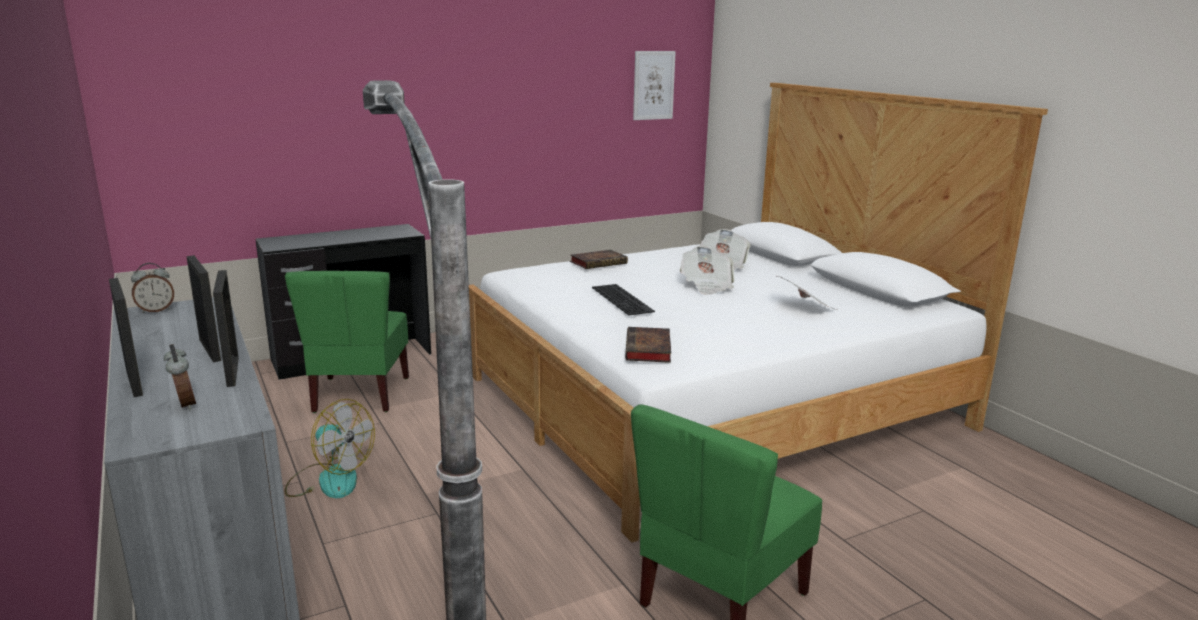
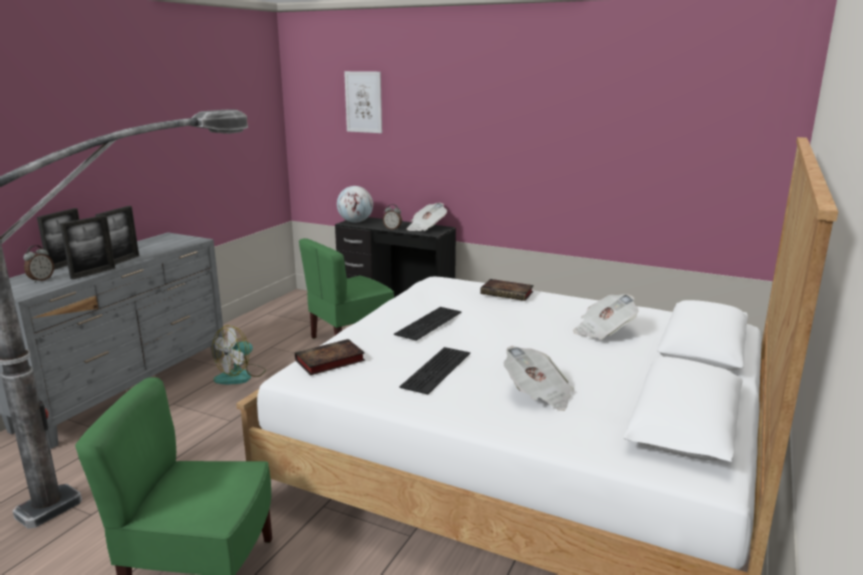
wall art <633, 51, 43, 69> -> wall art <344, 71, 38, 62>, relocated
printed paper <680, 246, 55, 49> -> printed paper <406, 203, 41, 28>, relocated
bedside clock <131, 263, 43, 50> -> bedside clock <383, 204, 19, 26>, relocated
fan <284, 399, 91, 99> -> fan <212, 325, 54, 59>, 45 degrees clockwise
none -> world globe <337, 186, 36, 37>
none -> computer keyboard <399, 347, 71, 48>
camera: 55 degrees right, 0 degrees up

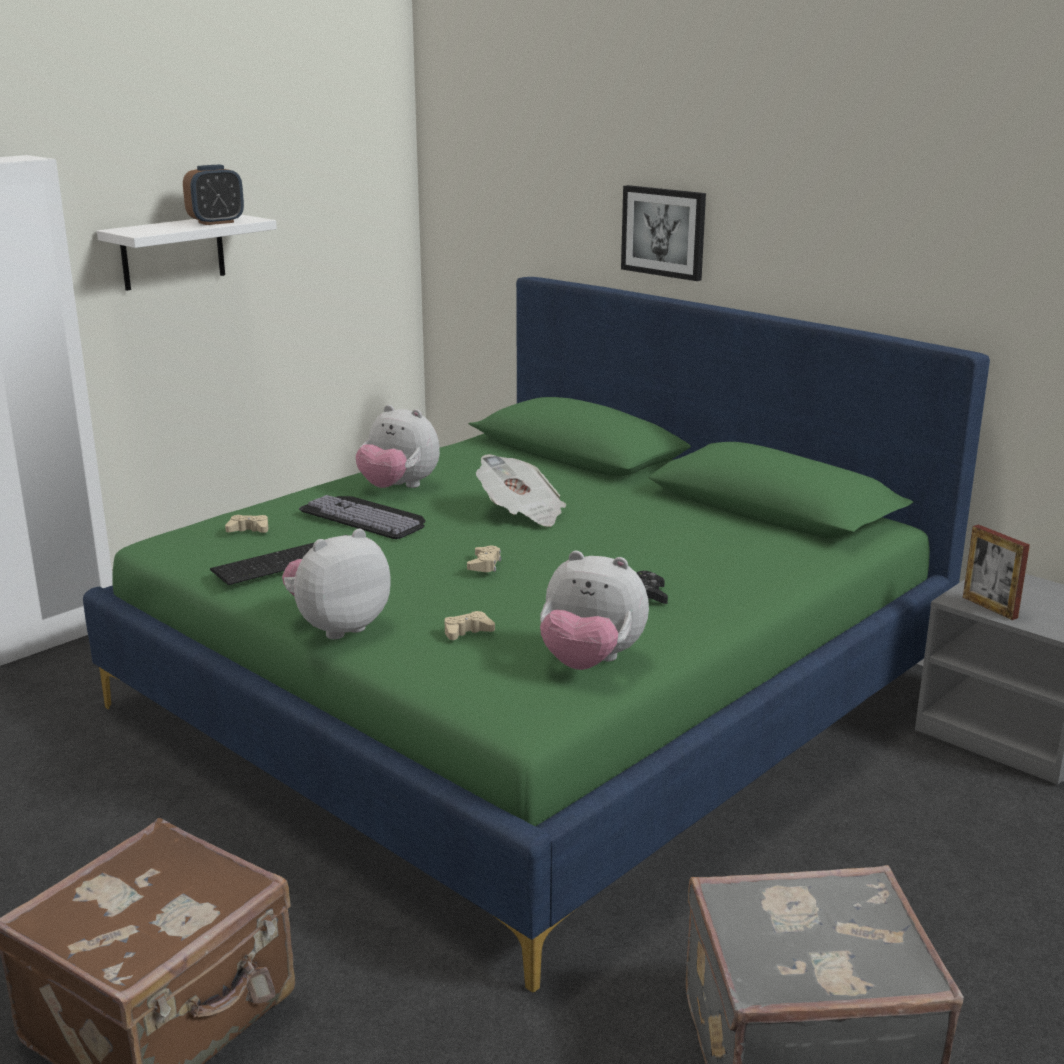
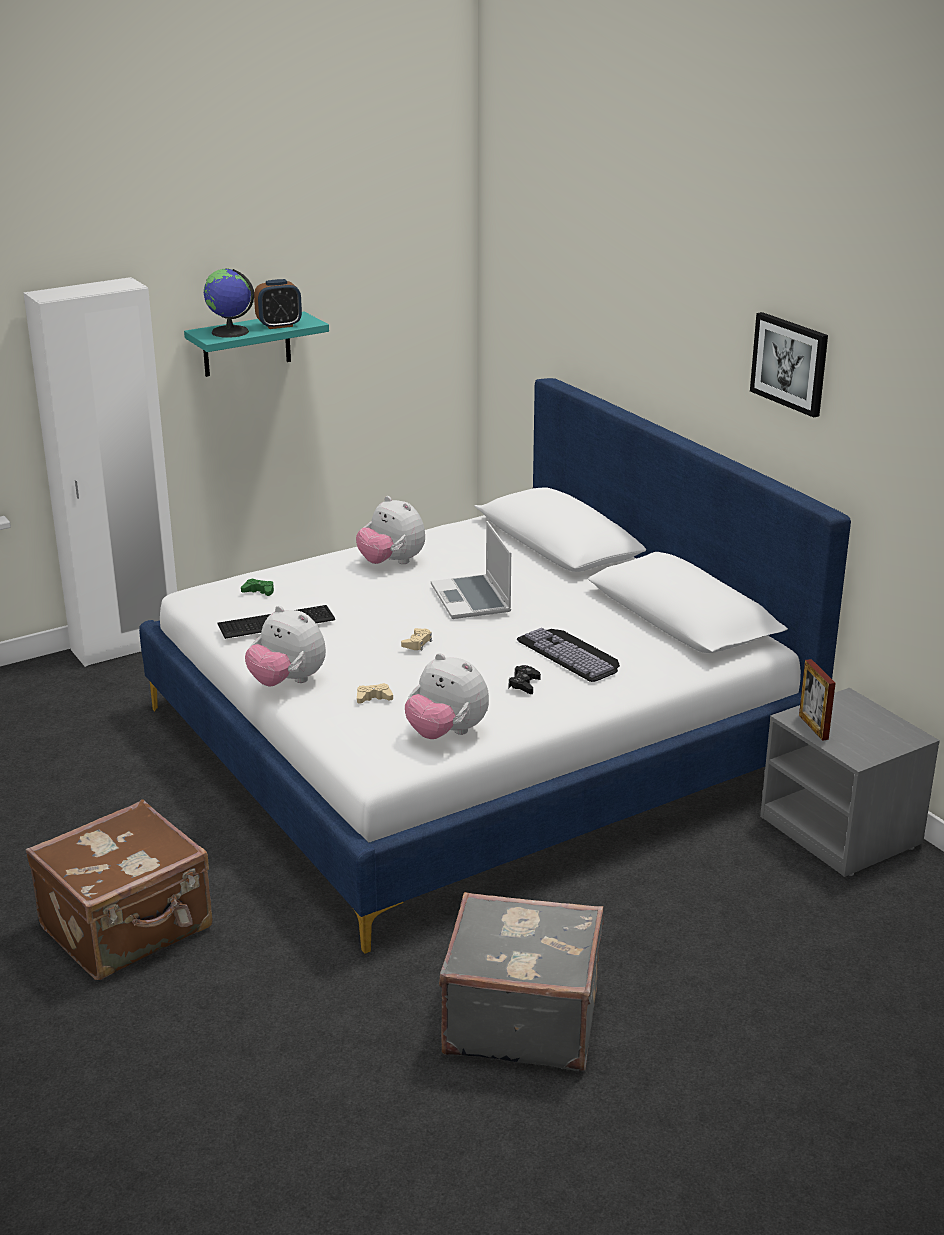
wall art <621, 185, 85, 96> -> wall art <750, 312, 78, 106>, relocated
shelf (whitish) <97, 215, 180, 76> -> shelf (blue-green) <184, 311, 145, 66>
sleeping bed (greenish) <83, 277, 907, 715> -> sleeping bed (whitish) <139, 378, 712, 576>
printed paper <476, 454, 91, 73> -> notebook computer <431, 521, 80, 98>
computer keyboard <299, 495, 127, 44> -> computer keyboard <517, 628, 103, 54>, relocated
game controller (sand-coloured) <225, 515, 43, 18> -> game controller (greenish) <241, 579, 33, 17>
soft toy <282, 529, 109, 110> -> soft toy <245, 606, 81, 81>, 120 degrees counterclockwise
none -> world globe <204, 269, 50, 69>
camera: 15 degrees right, 5 degrees up

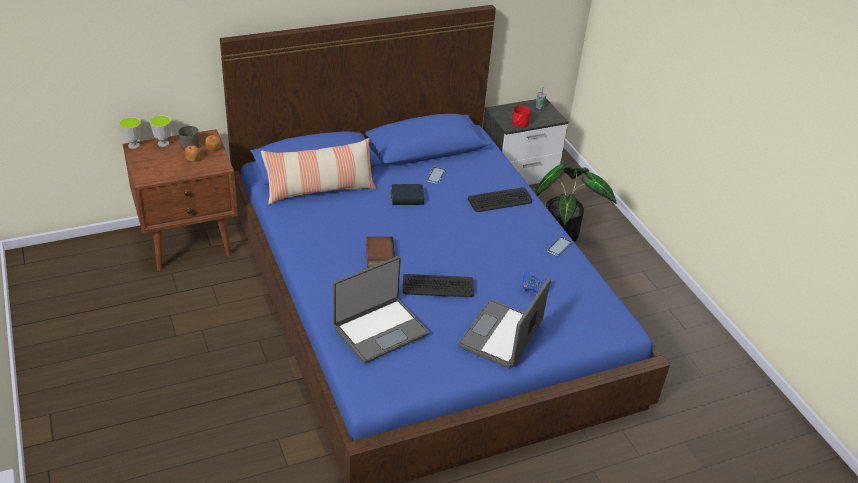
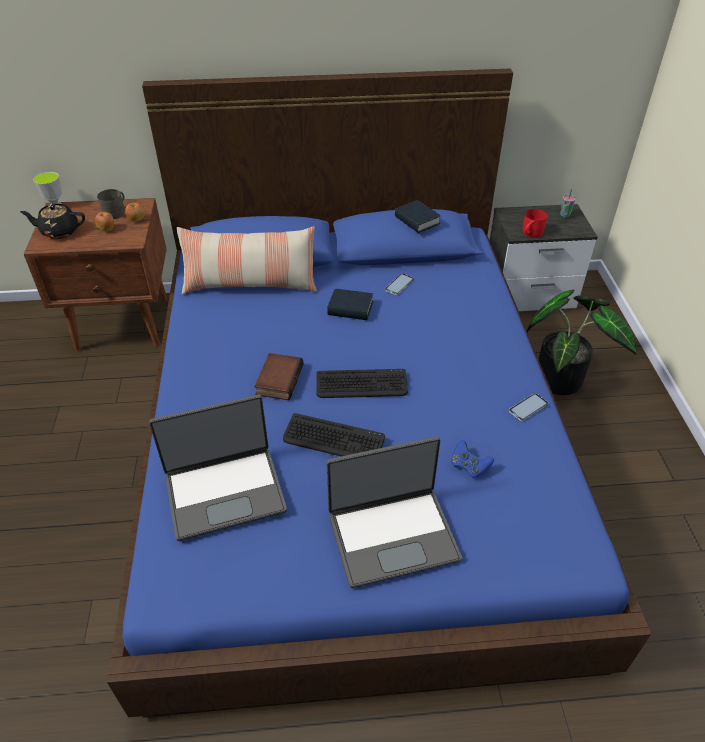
cup <150, 115, 21, 32> -> none
computer keyboard <468, 187, 64, 25> -> computer keyboard <316, 369, 92, 29>, relocated
notebook computer <458, 278, 92, 90> -> notebook computer <326, 436, 136, 152>, 150 degrees counterclockwise
none -> volume <394, 200, 47, 33>
none -> tea pot (blackish) <20, 204, 65, 35>
camera: 20 degrees right, 5 degrees up

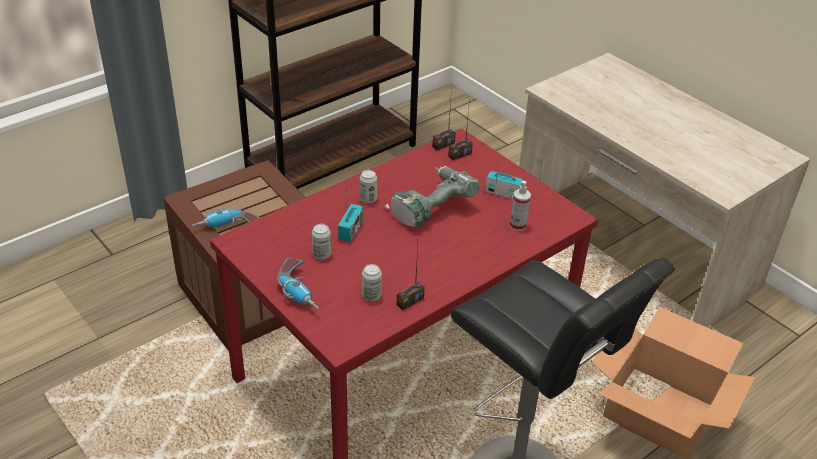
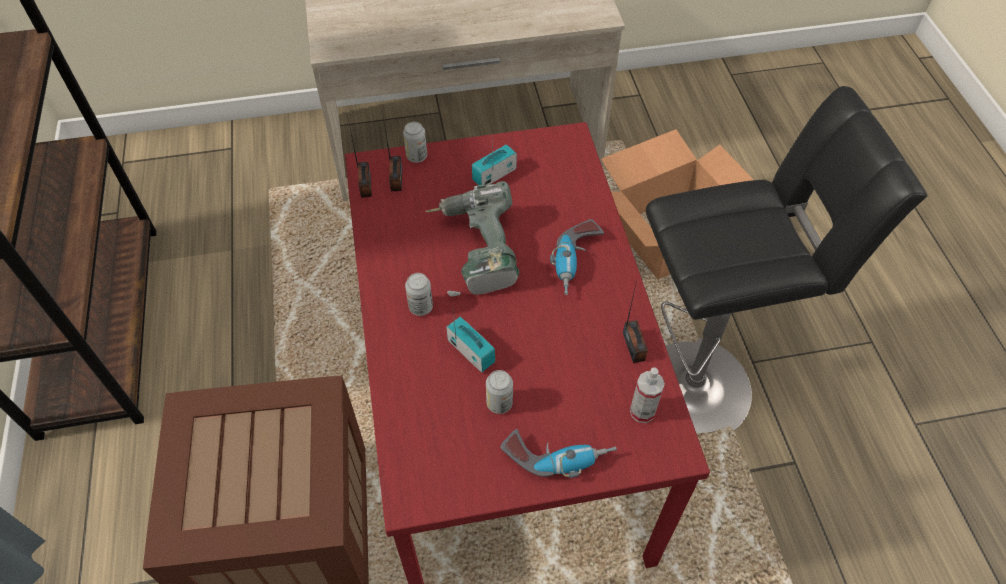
spray bottle <510, 181, 21, 50> -> spray bottle <630, 367, 35, 56>, relocated
electric drill <192, 209, 68, 18> -> electric drill <550, 219, 54, 76>, relocated
metal can <362, 264, 20, 37> -> metal can <403, 122, 24, 41>, relocated
camera: 60 degrees left, 15 degrees up

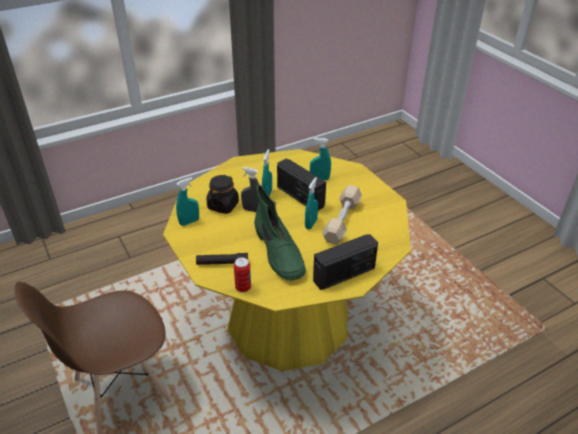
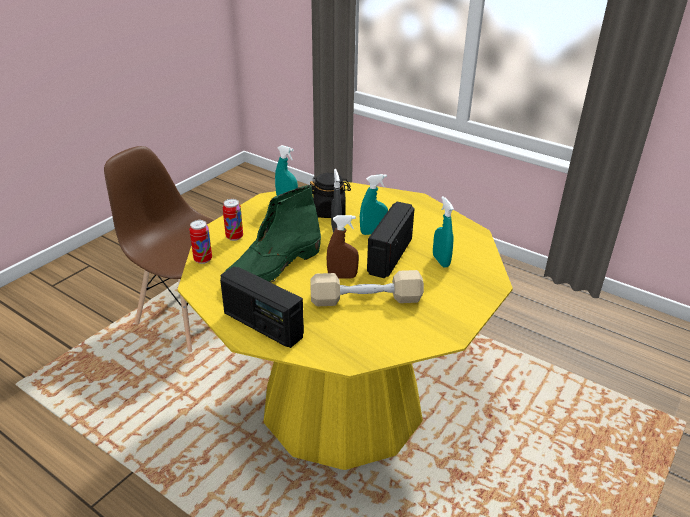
spray bottle (blue-green) <305, 177, 13, 52> -> spray bottle (brown-coloured) <327, 215, 32, 64>
flashlight (blackish) <196, 253, 52, 12> -> metal can <223, 199, 20, 42>
camera: 65 degrees right, 5 degrees down

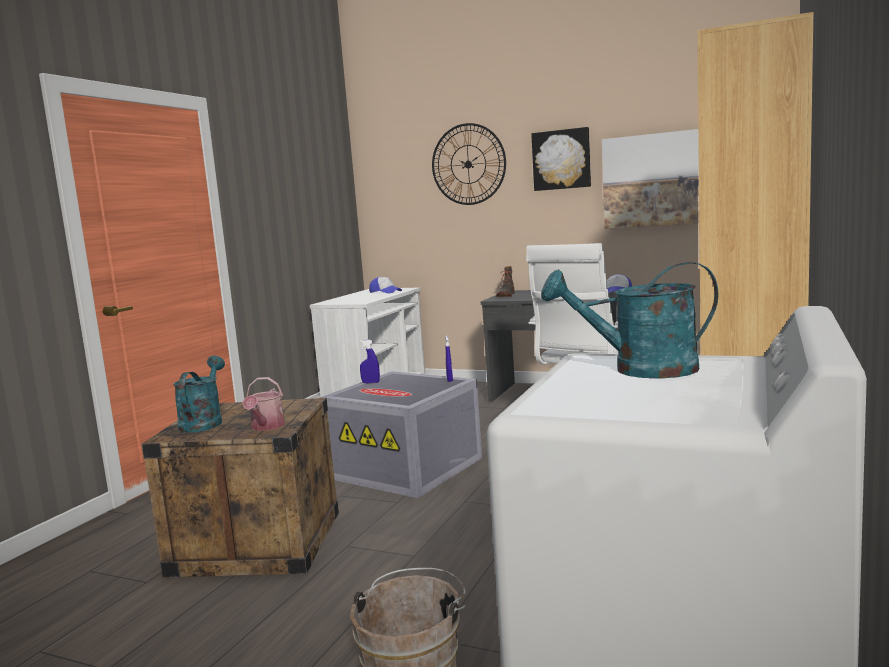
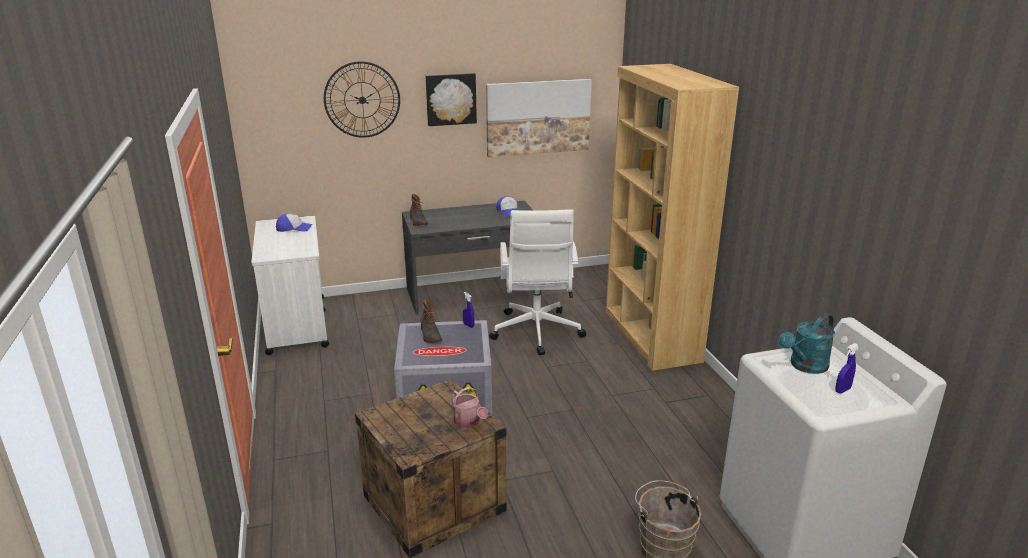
spray bottle (blue) <360, 340, 20, 43> -> spray bottle (blue) <835, 343, 23, 51>, relocated
sprinkling can (blue-green) <173, 356, 52, 77> -> none
none -> boot <420, 299, 22, 44>
camera: 40 degrees left, 15 degrees up

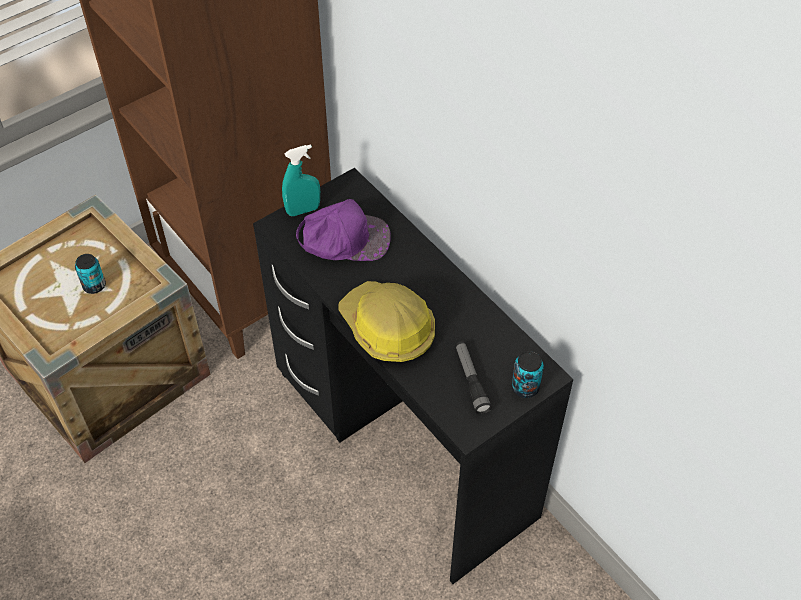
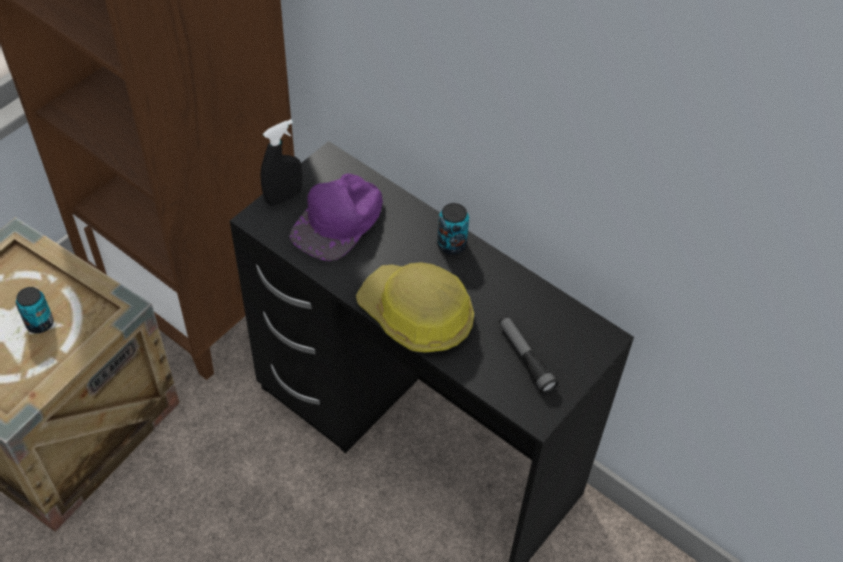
spray bottle (blue-green) <282, 144, 38, 72> -> spray bottle (blackish) <260, 119, 42, 87>
peaked cap (purple) <296, 199, 94, 62> -> peaked cap (purple) <290, 173, 93, 88>, 135 degrees clockwise
metal can <512, 351, 32, 47> -> metal can <437, 203, 32, 52>, relocated
camera: 15 degrees left, 0 degrees up

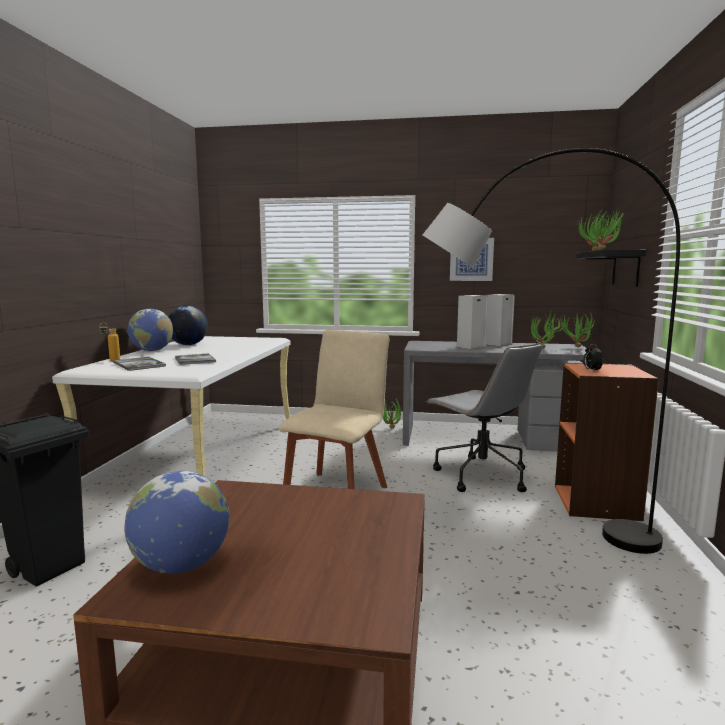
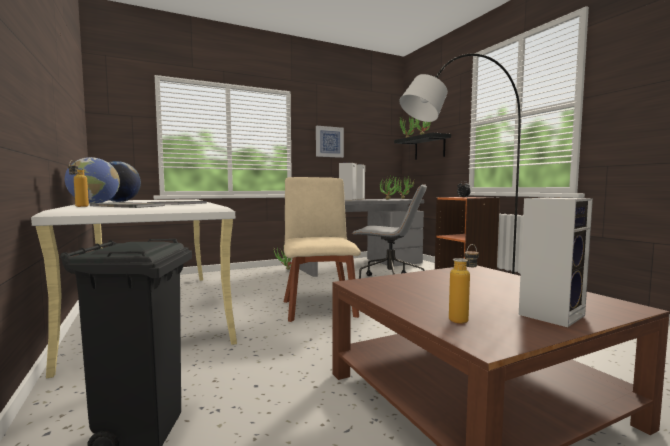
world globe <124, 471, 105, 103> -> drink bottle <449, 244, 30, 80>
none -> loudspeaker <519, 198, 74, 129>
camera: 35 degrees left, 5 degrees down

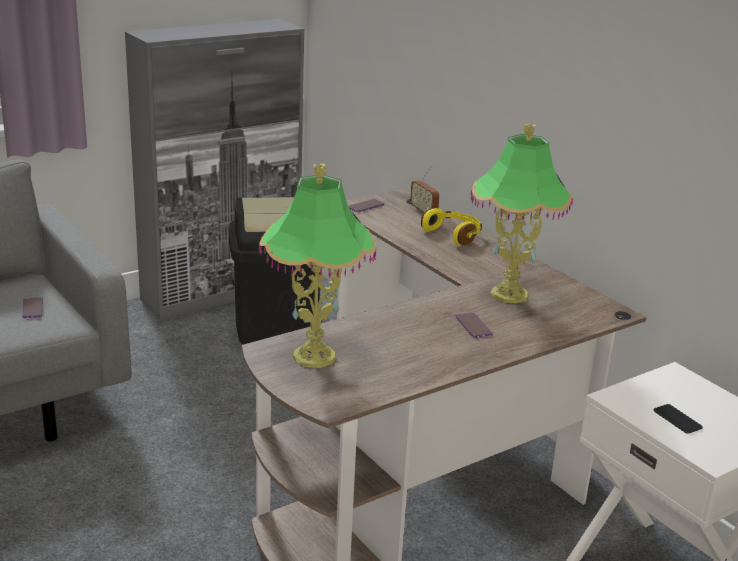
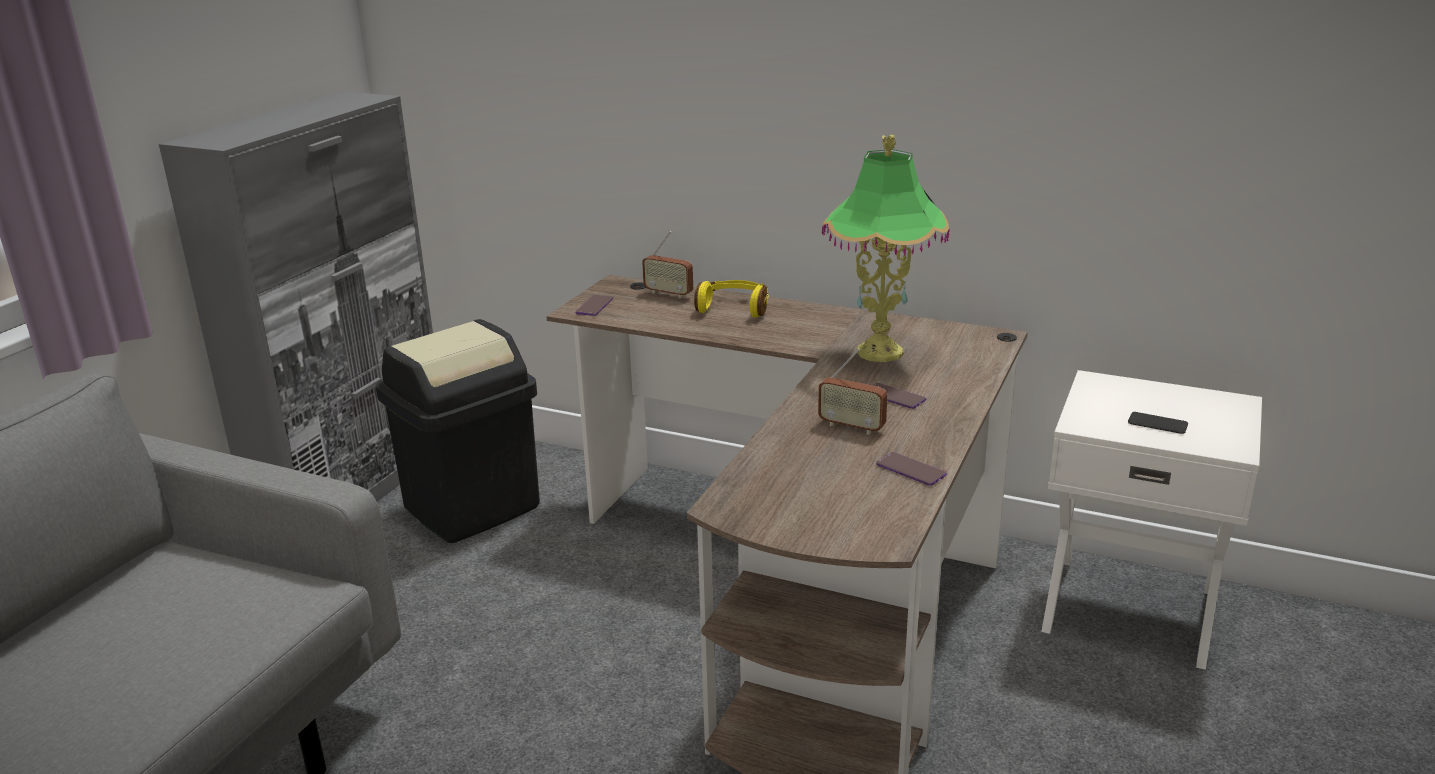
lamp for a table <259, 163, 117, 205> -> none
phone <22, 297, 21, 21> -> phone <876, 452, 71, 34>, relocated
none -> radio receiver <818, 349, 69, 86>
camera: 30 degrees left, 0 degrees up

